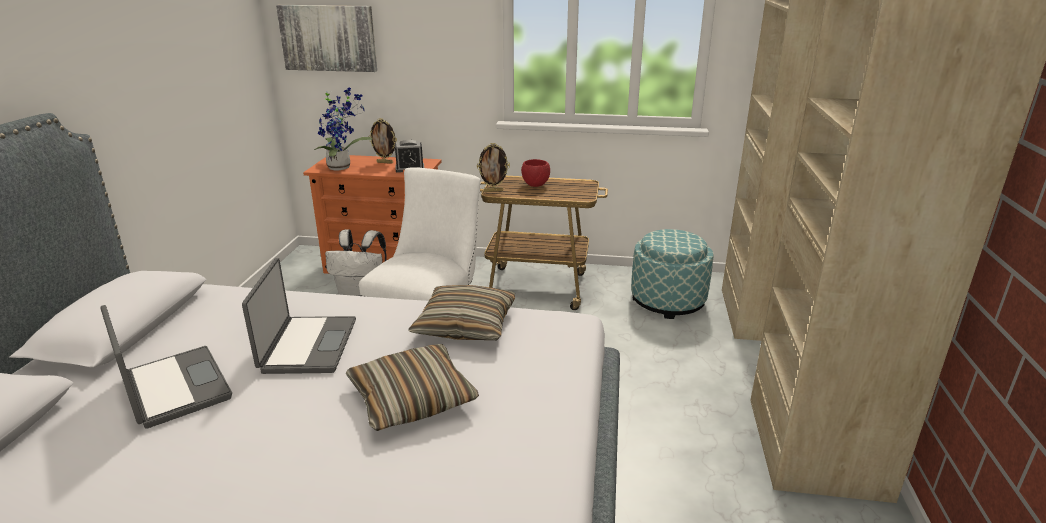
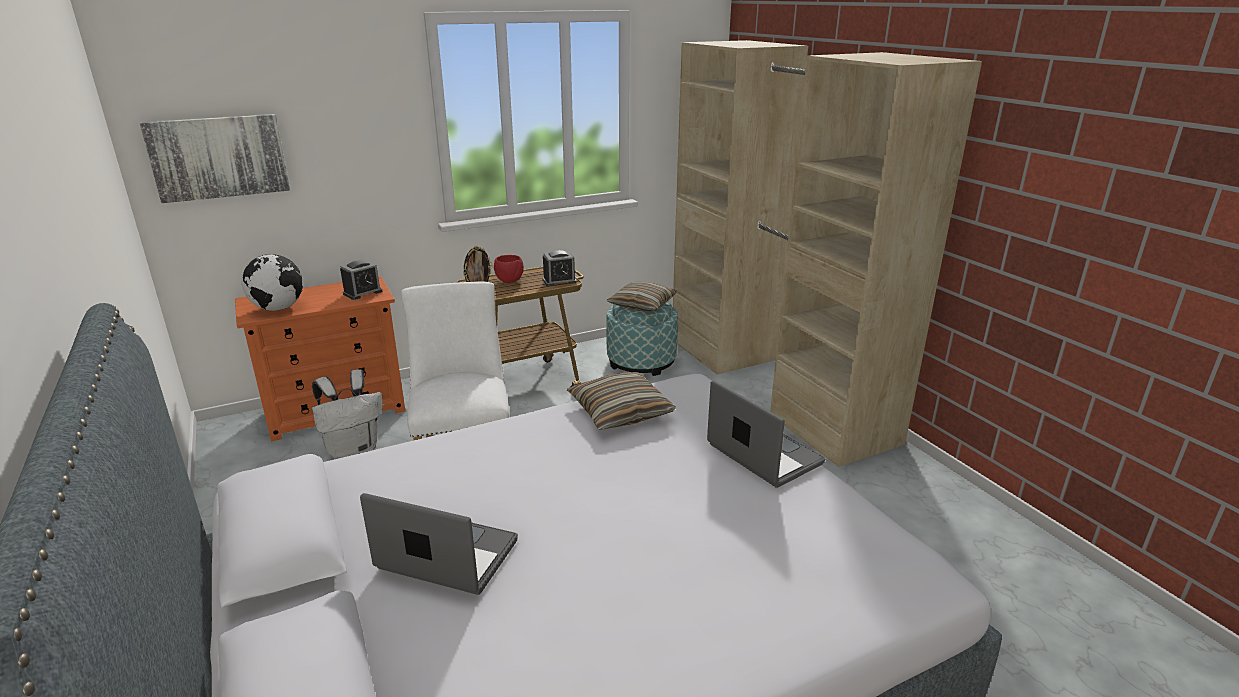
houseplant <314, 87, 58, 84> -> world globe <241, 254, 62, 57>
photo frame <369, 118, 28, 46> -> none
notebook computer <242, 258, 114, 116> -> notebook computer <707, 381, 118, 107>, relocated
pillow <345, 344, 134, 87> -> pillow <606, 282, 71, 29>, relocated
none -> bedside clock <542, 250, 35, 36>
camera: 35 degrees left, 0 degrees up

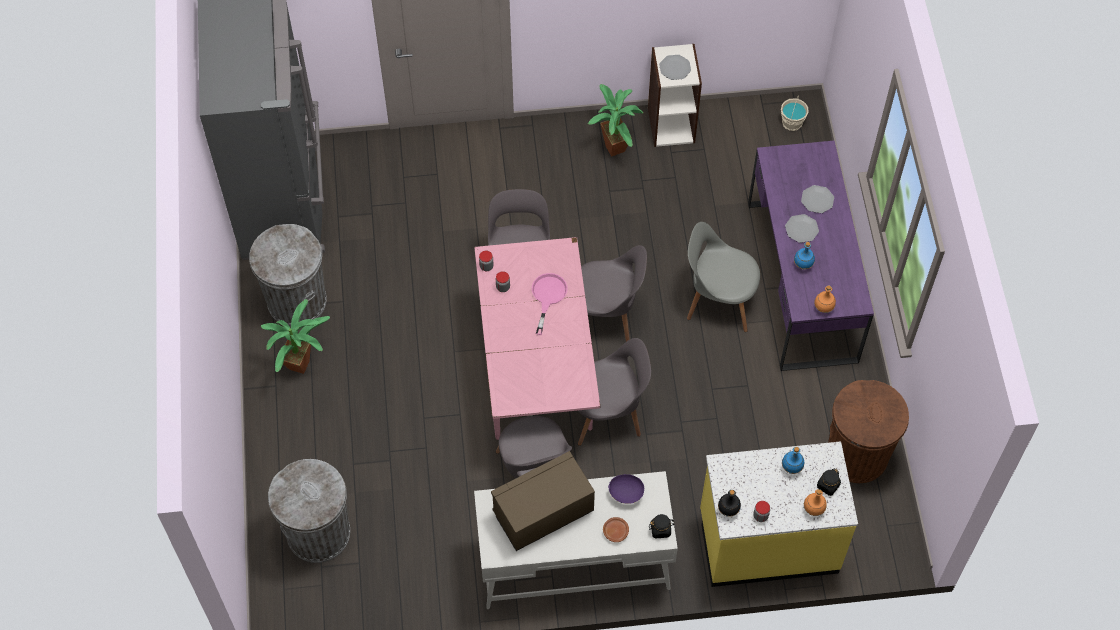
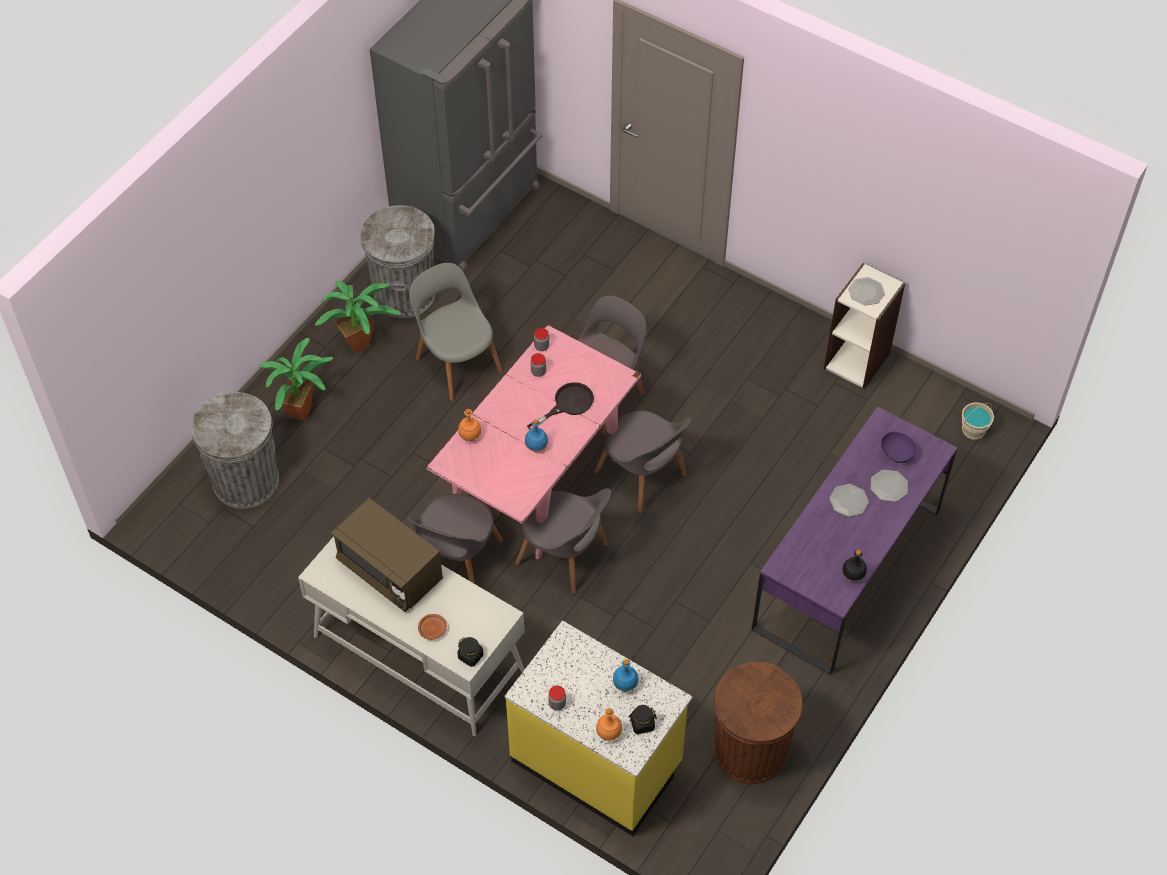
houseplant <588, 84, 56, 73> -> houseplant <260, 338, 73, 83>, relocated
plain chair (gray) <687, 222, 73, 110> -> plain chair (gray) <410, 263, 93, 138>, relocated
drink bottle (blue) <794, 242, 21, 28> -> drink bottle (blue) <525, 419, 23, 33>, relocated
pan (pinkish) <532, 273, 35, 62> -> pan (blackish) <527, 382, 67, 47>
drink bottle (orangey) <814, 285, 22, 28> -> drink bottle (orangey) <458, 409, 23, 32>, relocated
microwave (brown-coloured) <491, 451, 104, 100> -> microwave (brown-coloured) <331, 498, 112, 114>, 150 degrees counterclockwise
bowl (purple) <608, 474, 36, 30> -> bowl (purple) <881, 432, 36, 31>, relocated
drink bottle (blackish) <718, 490, 23, 27> -> drink bottle (blackish) <842, 550, 25, 32>, relocated
camera: 40 degrees right, 5 degrees down

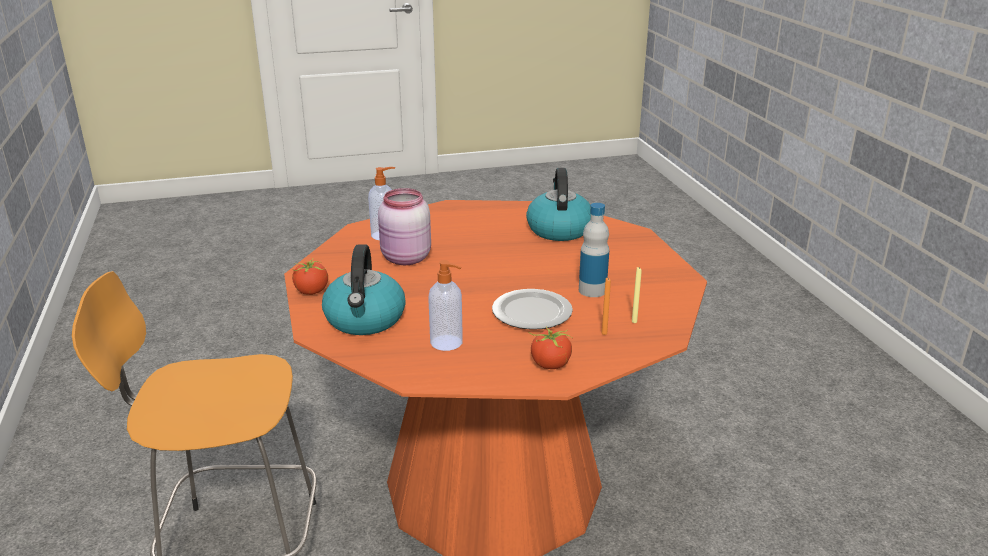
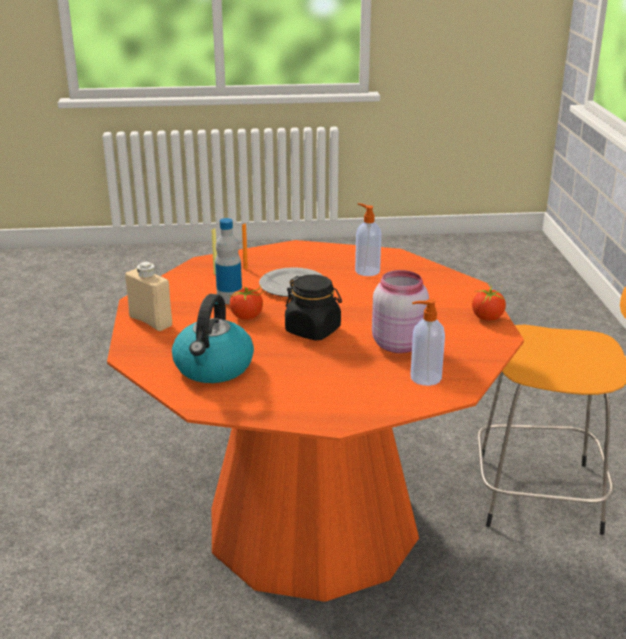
tea kettle <322, 244, 84, 91> -> none
whole tomato <528, 327, 45, 42> -> whole tomato <230, 286, 34, 34>, relocated
none -> drink bottle (sand-coloured) <125, 262, 47, 69>
none -> storage jar (blackish) <285, 275, 57, 65>
camera: 170 degrees left, 0 degrees up

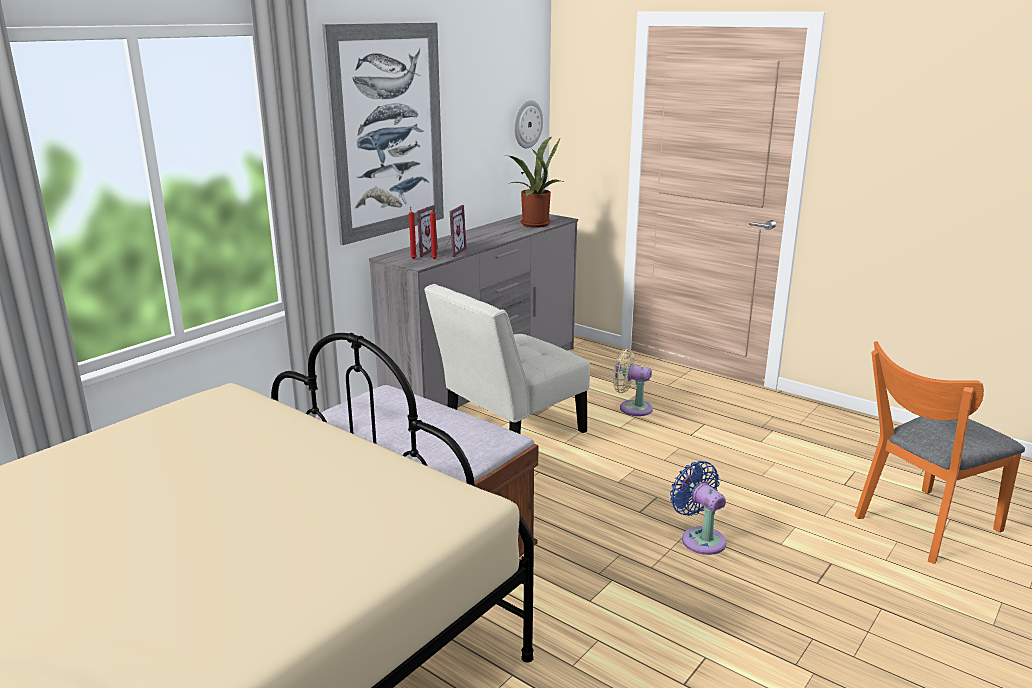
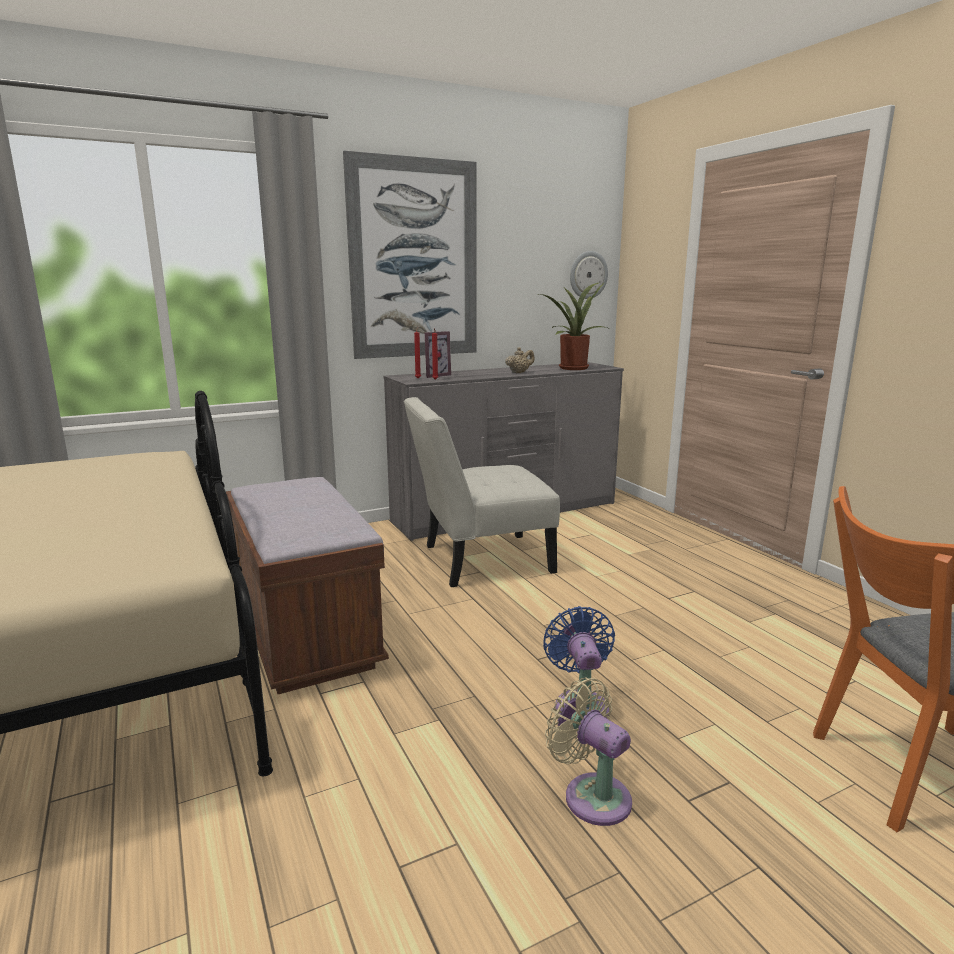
photo frame <444, 205, 23, 52> -> none
fan (sand-coloured) <613, 349, 40, 67> -> fan (sand-coloured) <545, 678, 87, 148>, relocated
none -> tea pot (sand-coloured) <505, 347, 30, 26>
camera: 25 degrees right, 5 degrees down

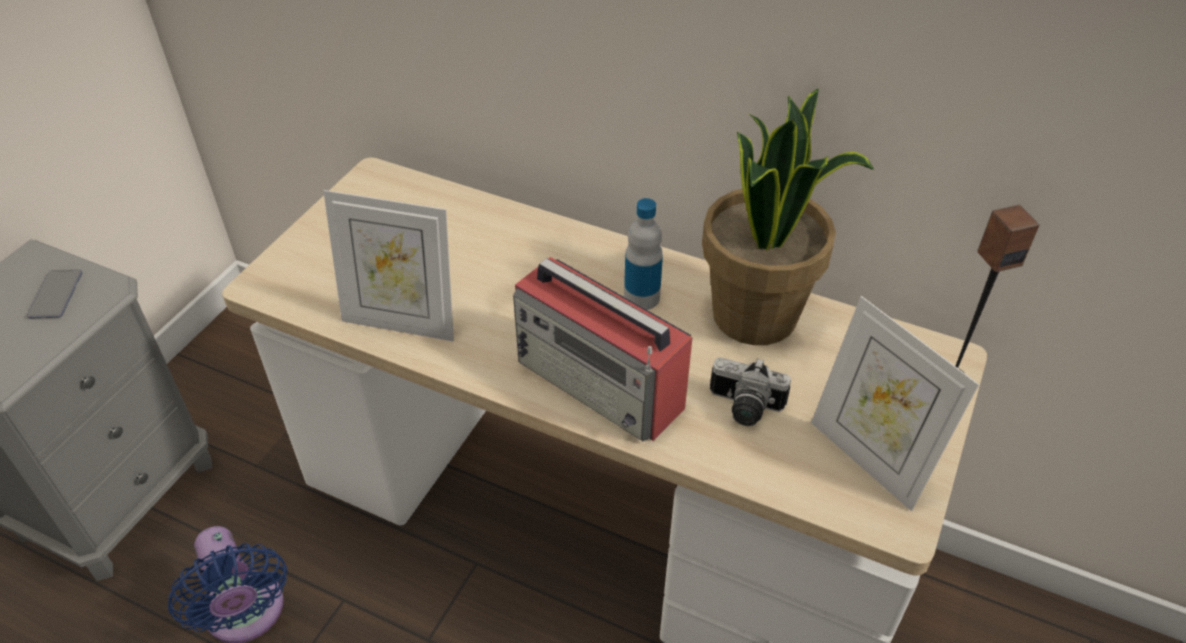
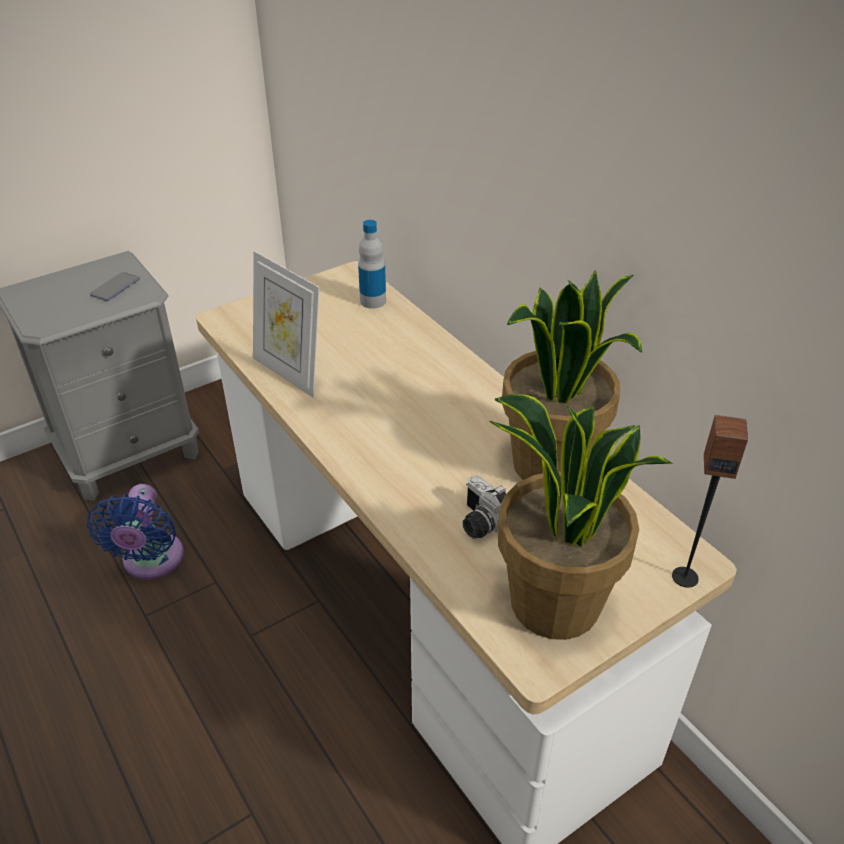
drink bottle <624, 198, 39, 112> -> drink bottle <358, 220, 28, 89>, relocated
radio receiver <513, 257, 179, 184> -> none
photo frame <811, 296, 168, 215> -> houseplant <489, 394, 184, 246>
camera: 30 degrees right, 5 degrees down

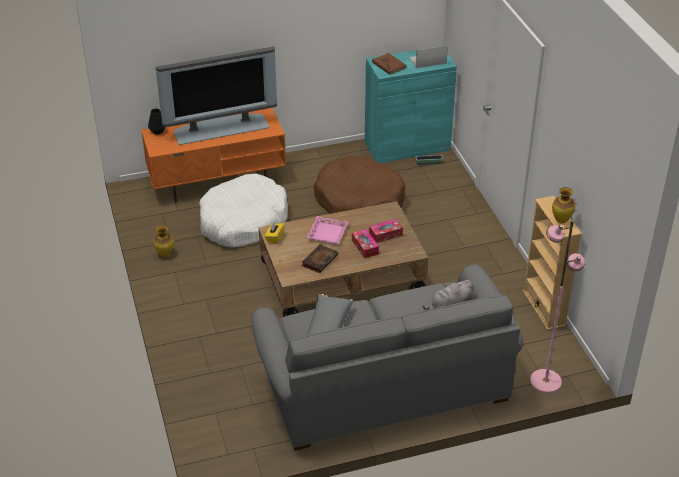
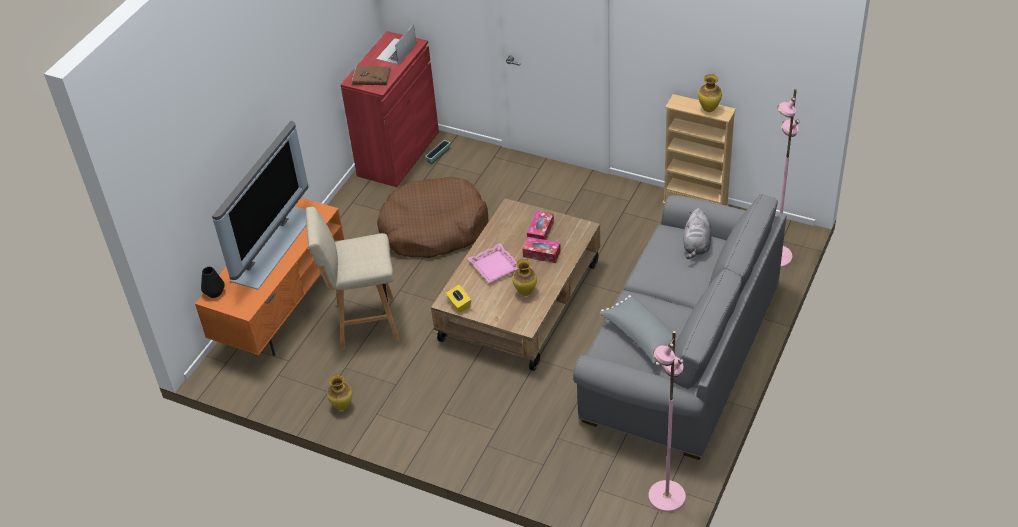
cabinet (blue-green) <365, 46, 92, 117> -> cabinet (red-coloured) <340, 31, 99, 156>
dog cushion (whitish) <200, 174, 88, 73> -> stool (sand-coloured) <306, 207, 93, 143>
volume <302, 244, 36, 29> -> vase <512, 259, 25, 37>
none -> floor lamp (pinkish) <648, 331, 38, 181>
camera: 45 degrees left, 5 degrees up

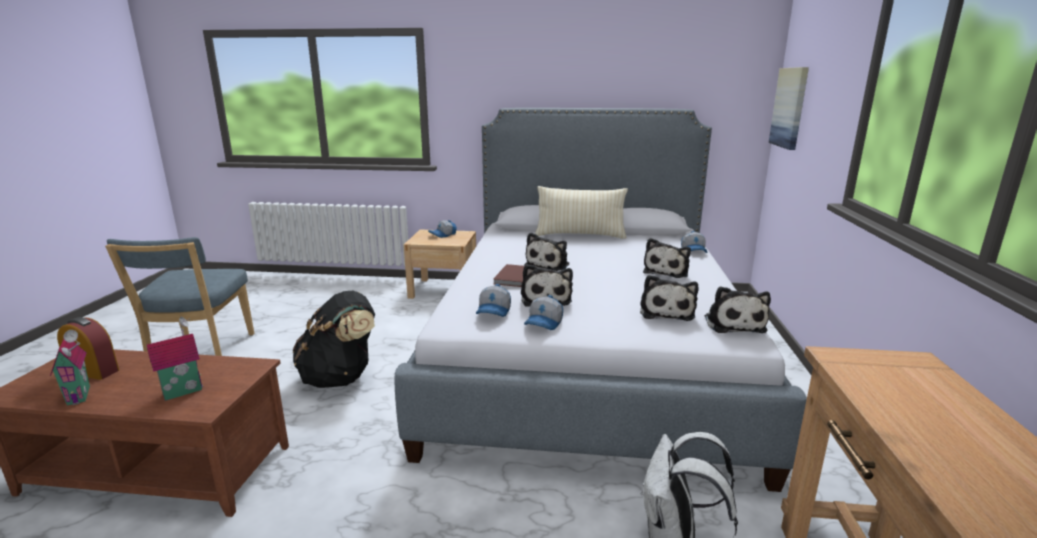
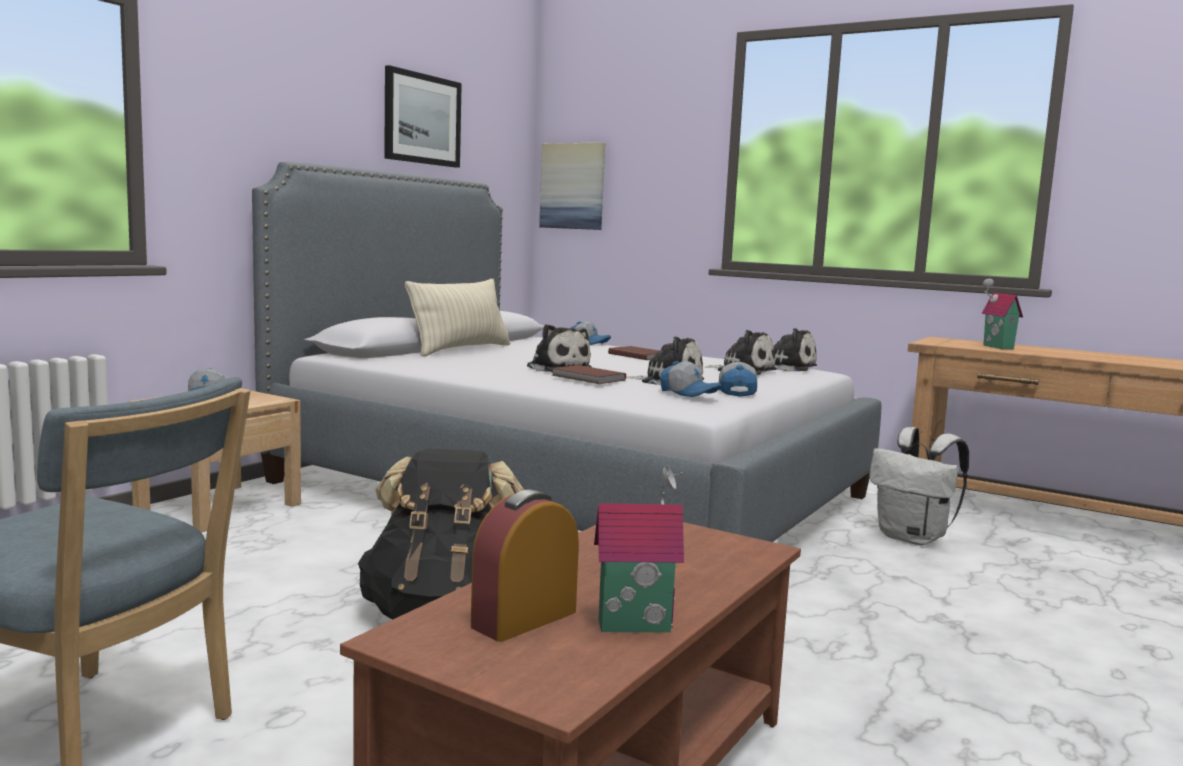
soft toy <643, 238, 48, 40> -> volume (brown-coloured) <608, 346, 51, 14>
peaked cap <524, 295, 39, 35> -> peaked cap <719, 362, 38, 35>, 135 degrees counterclockwise
model house <146, 317, 57, 84> -> model house <982, 279, 41, 71>, relocated
none -> wall art <384, 65, 78, 103>
camera: 65 degrees left, 10 degrees down

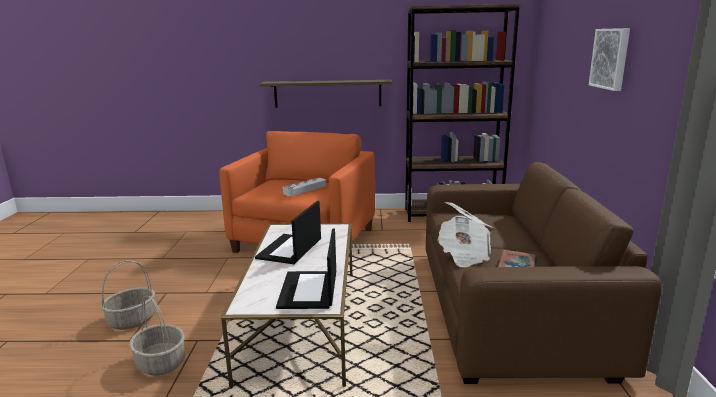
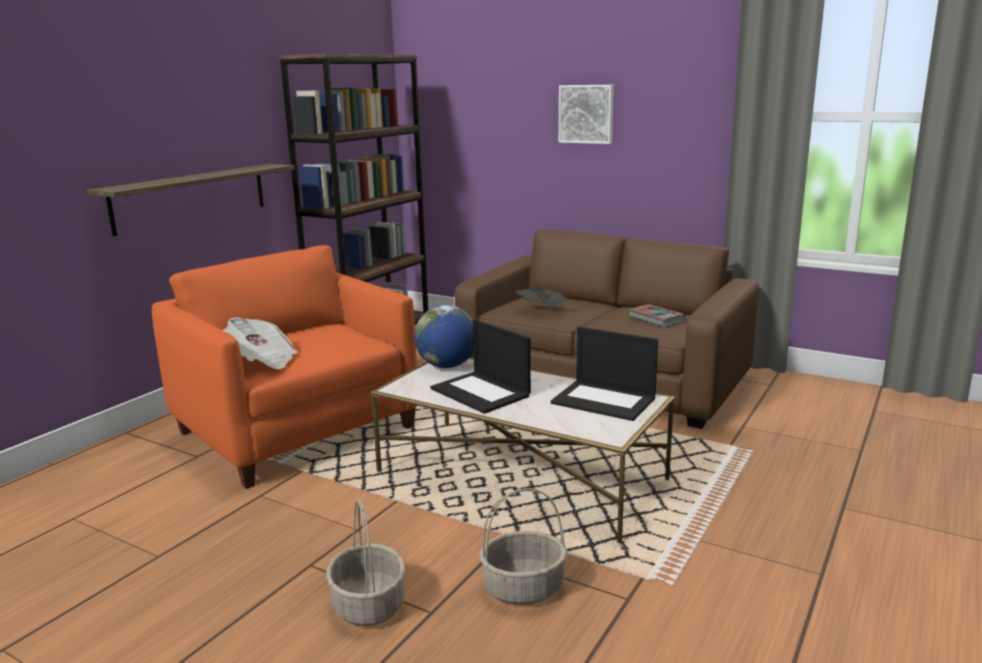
carrying tray (gray) <283, 178, 43, 18> -> none
printed paper <437, 216, 54, 52> -> printed paper <223, 317, 75, 52>, relocated
none -> world globe <414, 305, 60, 63>
camera: 60 degrees left, 0 degrees up

